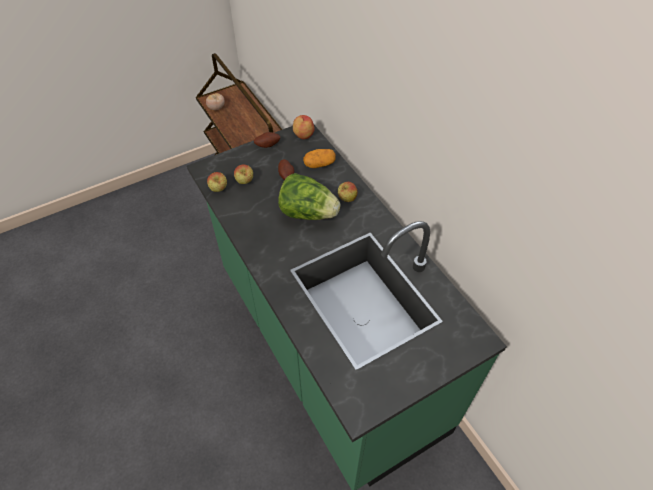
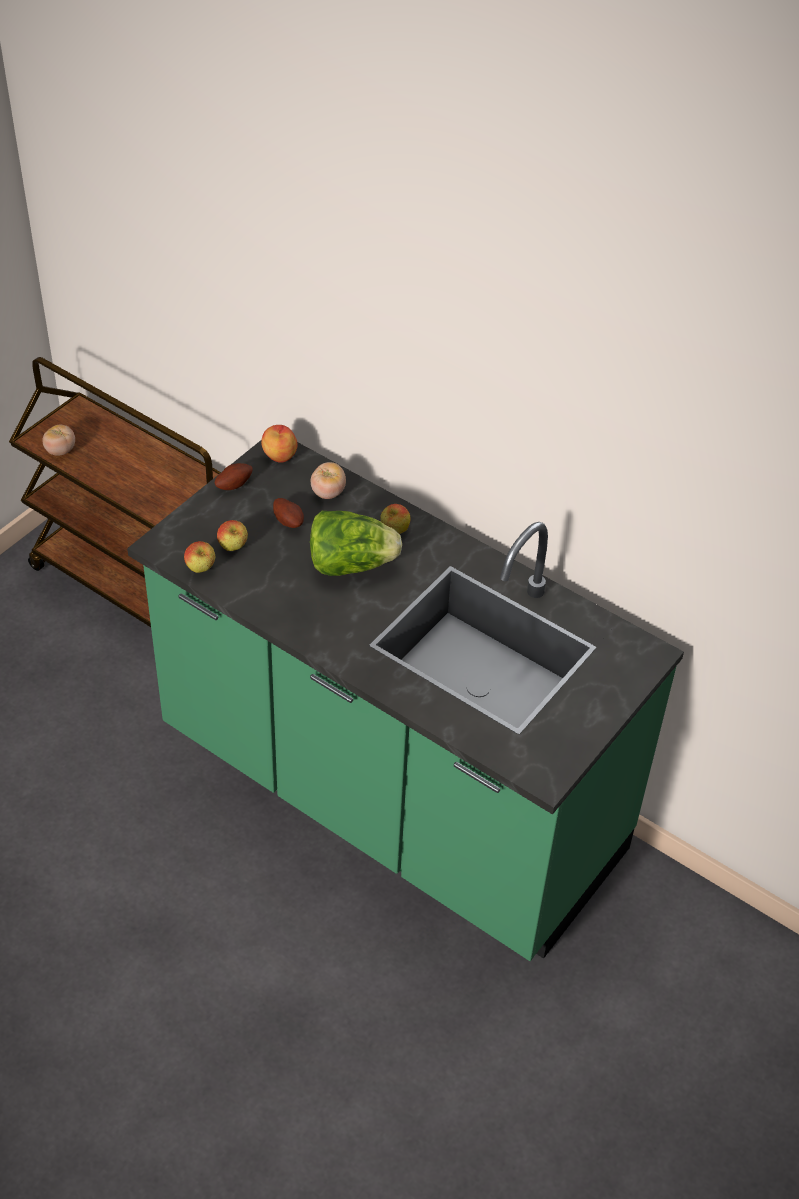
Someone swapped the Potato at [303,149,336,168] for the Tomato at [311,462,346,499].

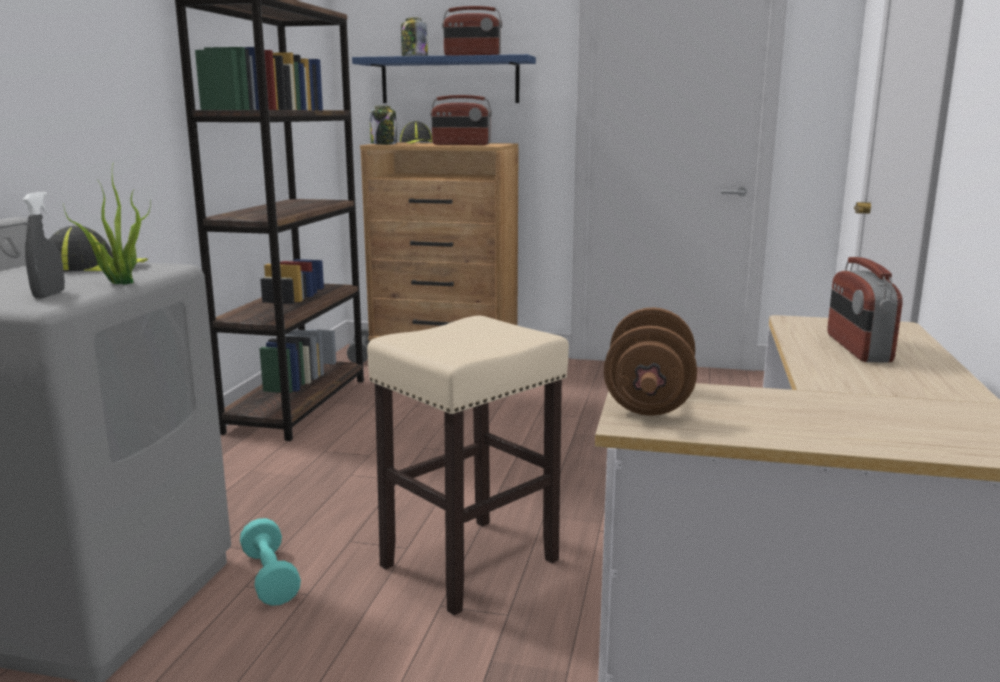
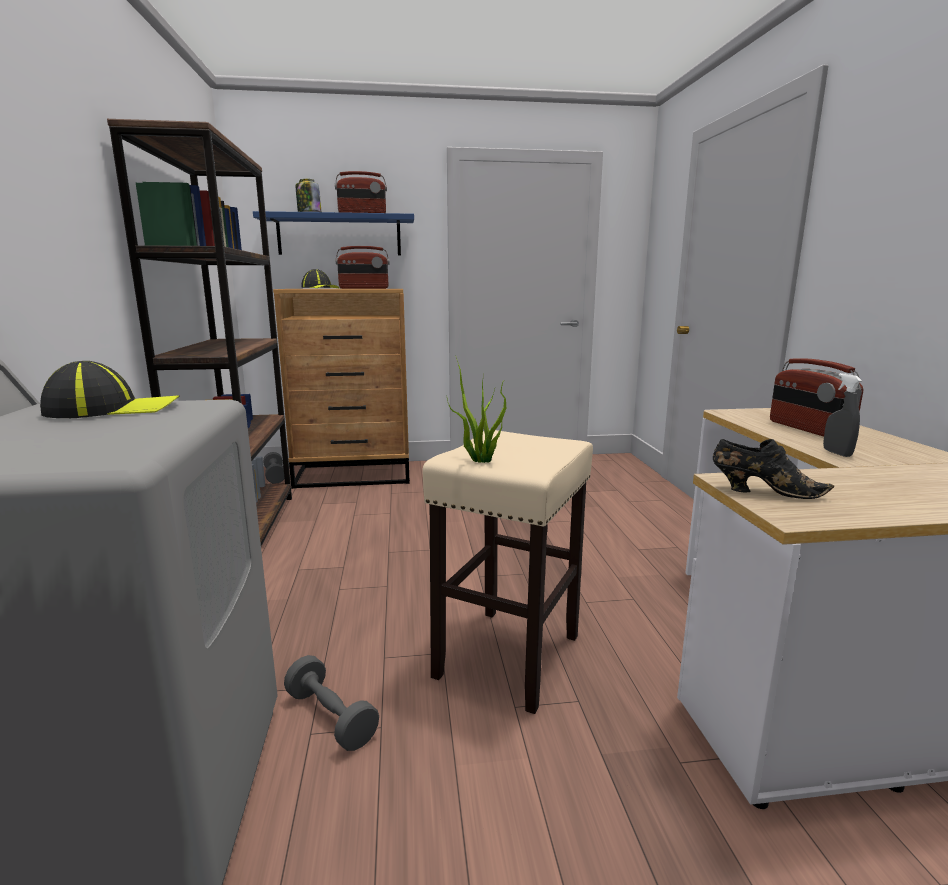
Someone carried the GreySprayBottle from [22,192,65,298] to [823,373,862,457]. Someone carried the PottedPlant from [63,165,151,285] to [447,358,506,463]. Someone repainted the TurquoiseDumbbell at [240,518,301,606], which became the GreyDumbbell at [284,655,379,751]. Someone took away the Jar at [370,105,397,145]. Someone swapped the BrownDumbbell at [604,307,697,416] for the BlackShoe at [713,439,834,499].

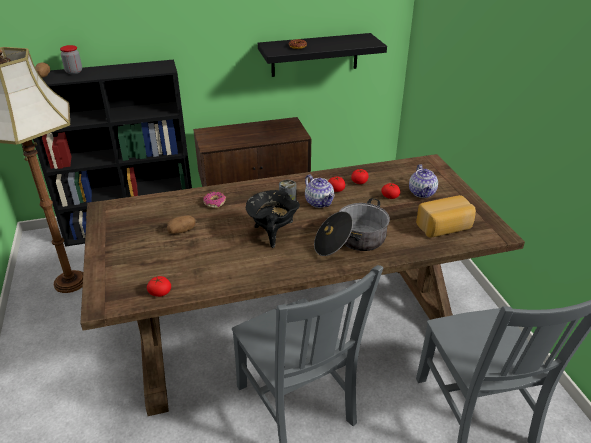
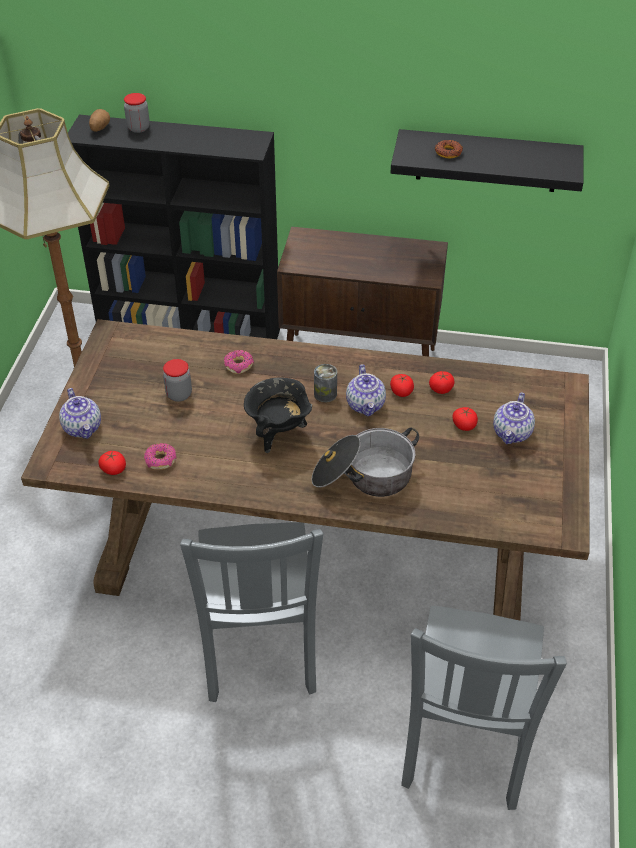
Someone swapped the Potato at [167,216,196,234] for the Jar at [163,359,192,402]. Someone took away the Bread at [416,195,476,237]. Someone put down the Teapot at [59,388,101,439]. Someone put down the Donut at [144,443,176,470].

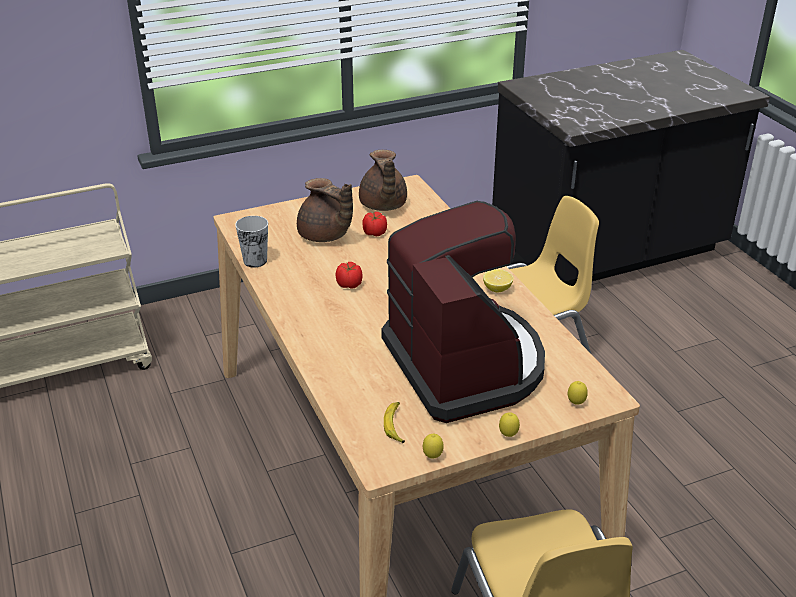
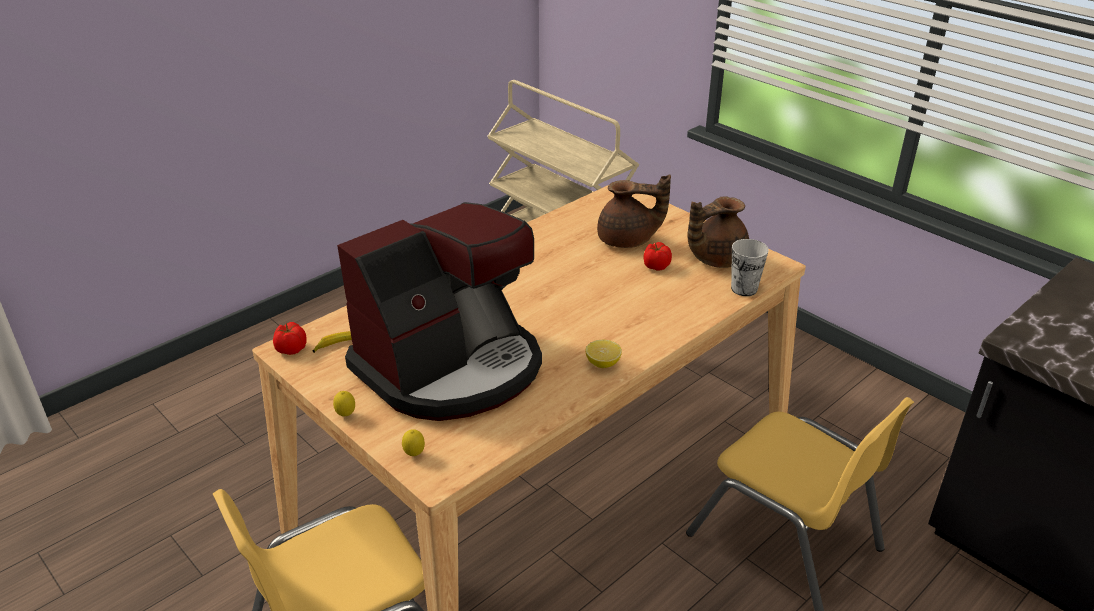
Someone carried the Cup from [235,216,268,268] to [731,239,769,296]. Someone rotated the BrownTeapot at [297,178,353,242] by 105 degrees counterclockwise. Someone carried the Tomato from [335,262,363,289] to [273,322,307,355]. Someone took away the Lemon at [423,434,444,459].

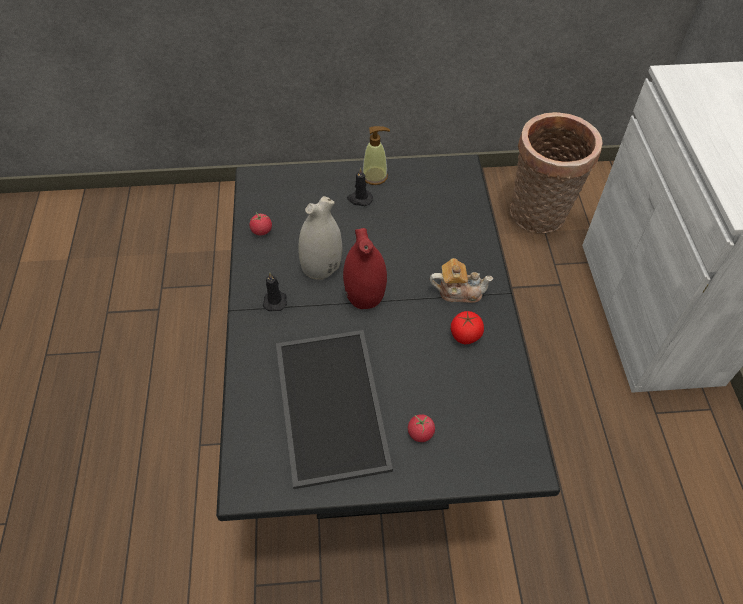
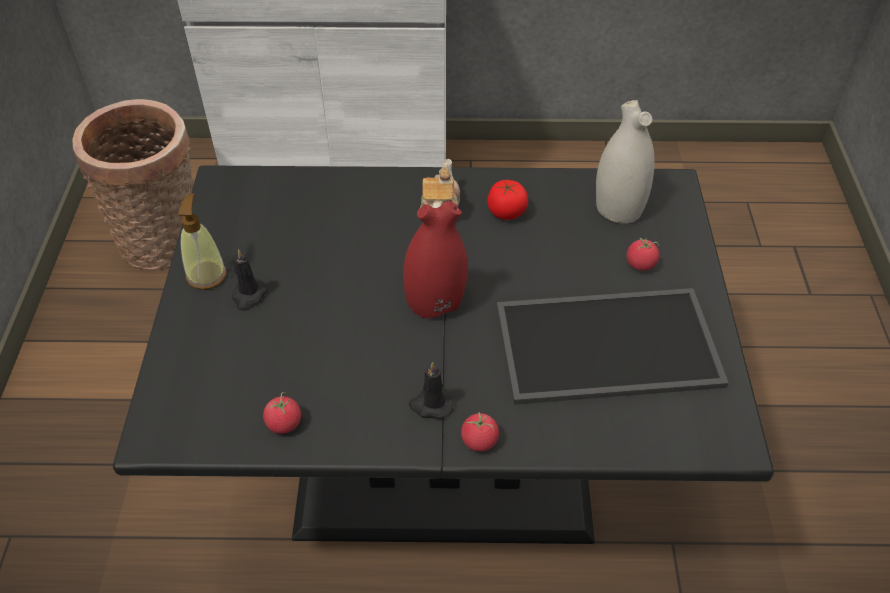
Someone carried the WhiteVase from [298,196,342,280] to [596,100,655,224]. Someone put down the Tomato at [461,412,499,451].

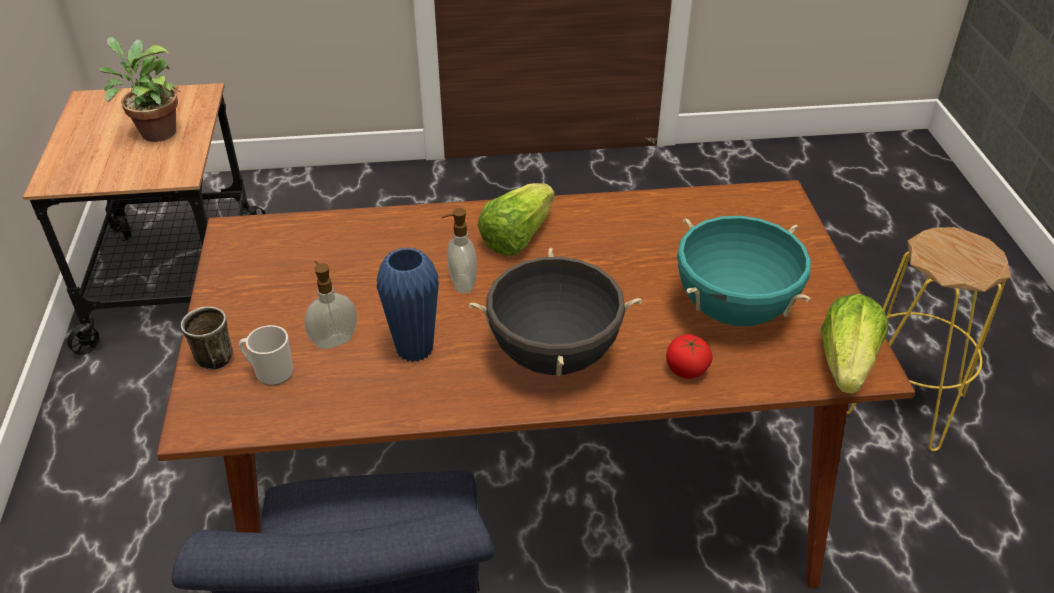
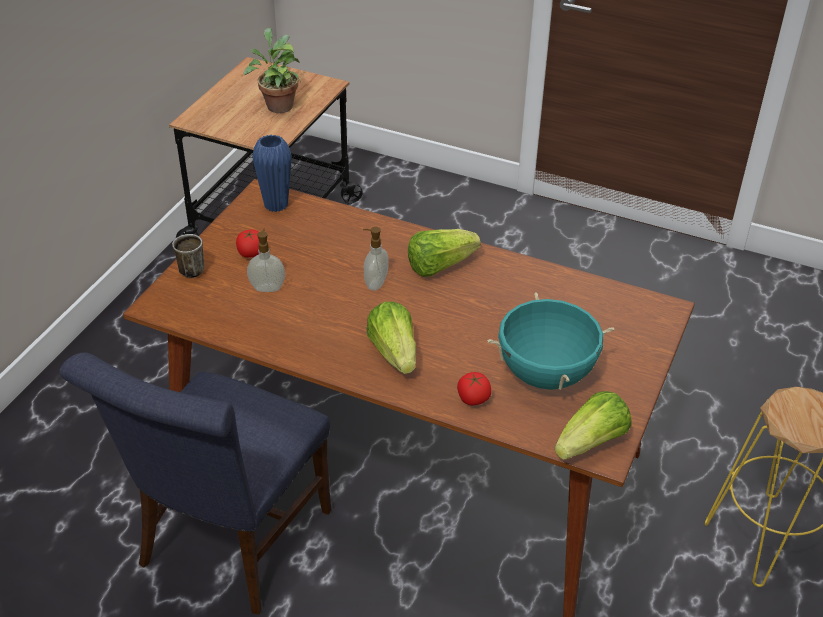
Someone took away the Mug at [239,325,293,386]. Someone carried the BlueVase from [377,247,439,362] to [252,135,292,212]. Someone swapped the BlackCookingPot at [469,248,642,377] for the Lettuce at [367,302,416,374]. Someone put down the Tomato at [236,230,259,258].

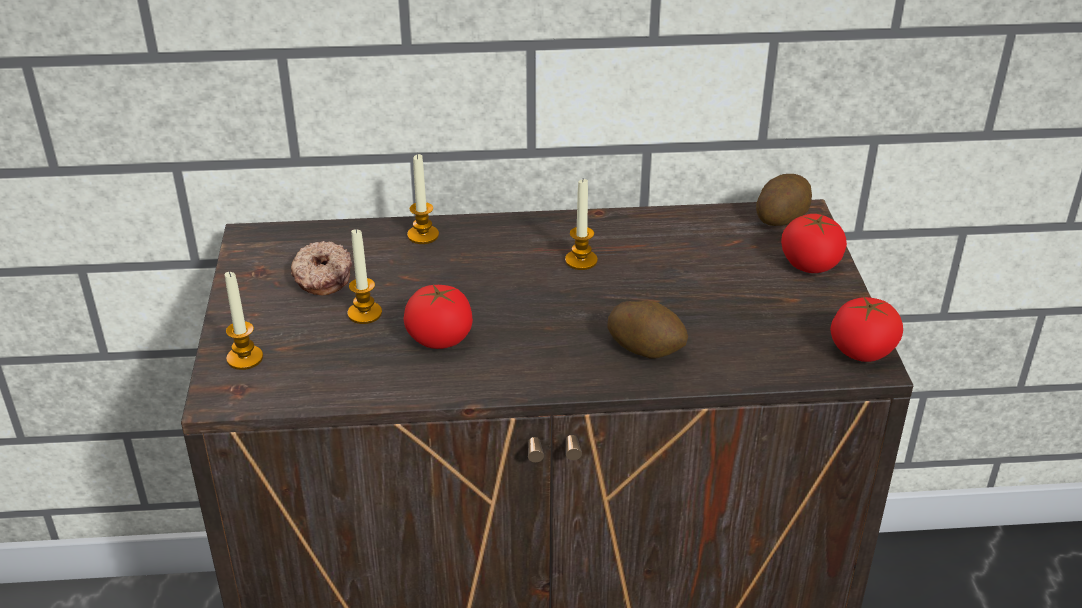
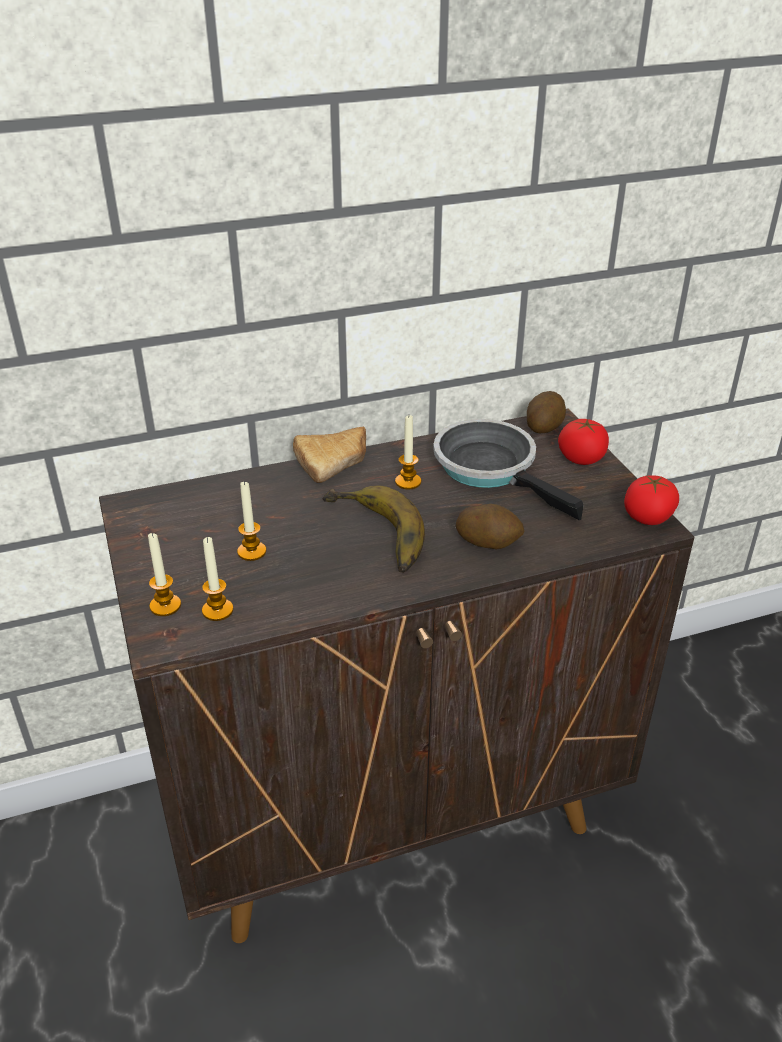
Someone took away the Donut at [291,241,352,296]. Someone took away the Tomato at [403,285,473,349]. Someone carried the Candle from [407,154,439,244] to [202,537,234,621]. Someone put down the Bread at [293,427,366,483]. Someone put down the Banana at [322,485,425,573]. Someone put down the FryingPan at [433,419,584,521].

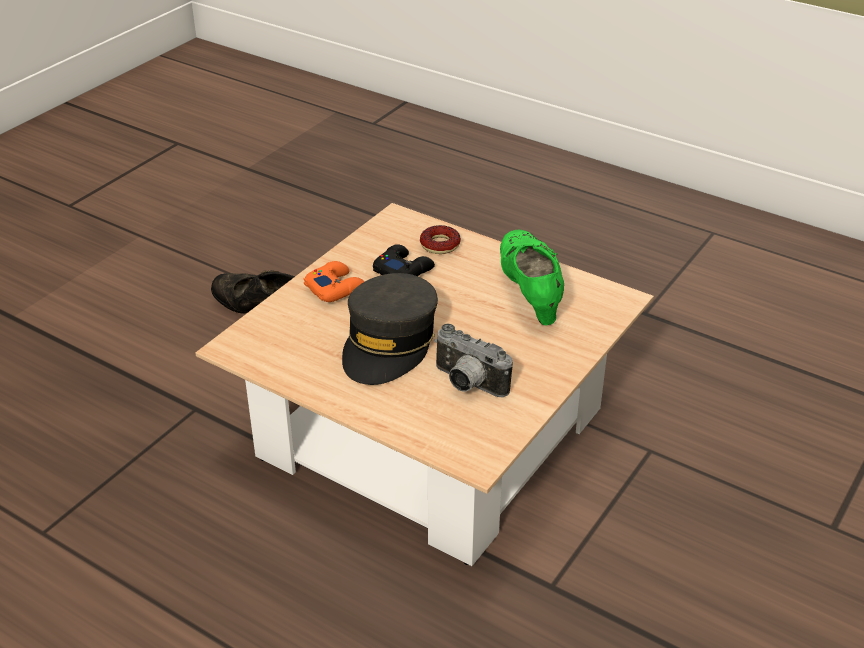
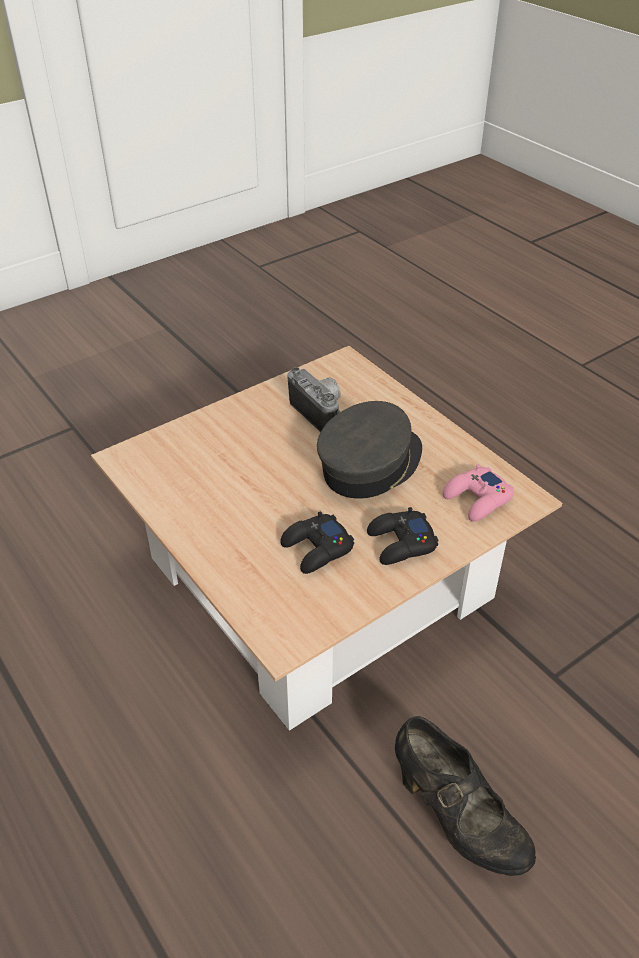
Someone repainted the OrangeGameController at [304,261,365,302], which became the BlackGameController at [367,507,438,565]. Someone took away the Donut at [420,225,461,254]. Someone took away the GreenShoe at [500,230,564,326]. Someone put down the PinkGameController at [443,464,514,522].

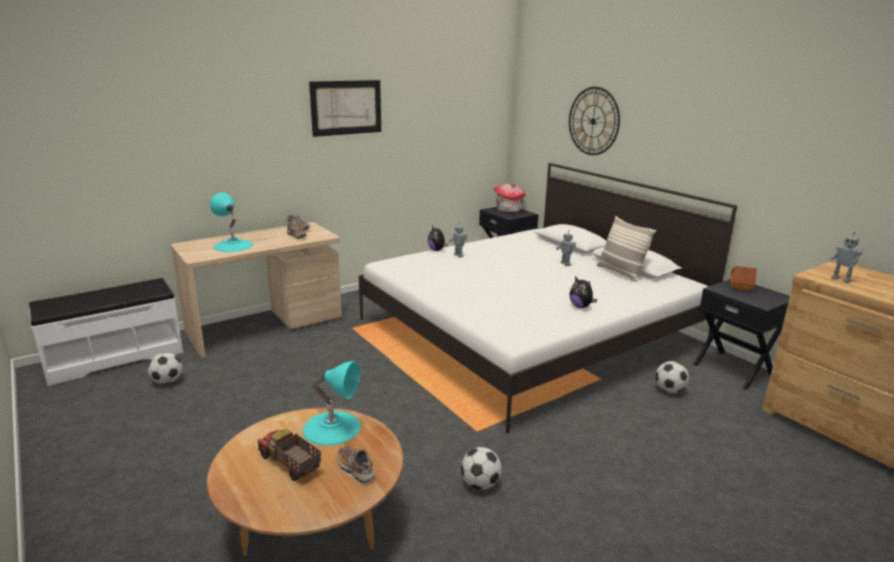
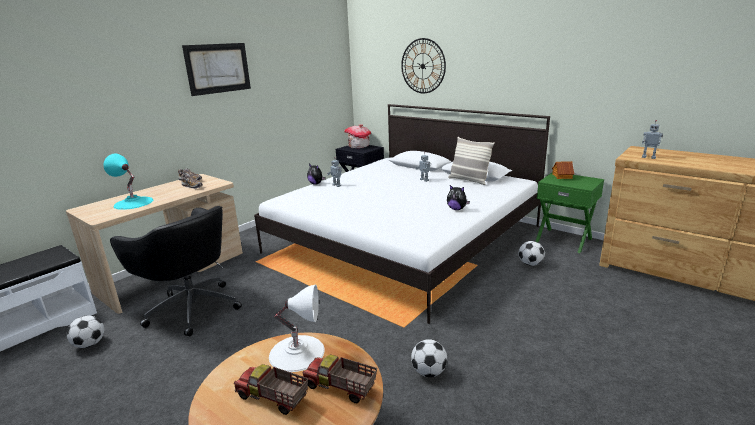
Someone repainted the TurquoiseTableLamp at [303,361,361,446], which became the WhiteTableLamp at [269,285,325,372]. Someone swapped the Shoe at [337,446,375,484] for the ToyTruck at [302,355,377,403]. Someone repainted the BlackNightstand at [693,279,790,390], which became the GreenNightstand at [535,172,604,253]. Someone put down the BlackOfficeChair at [110,206,242,336].

